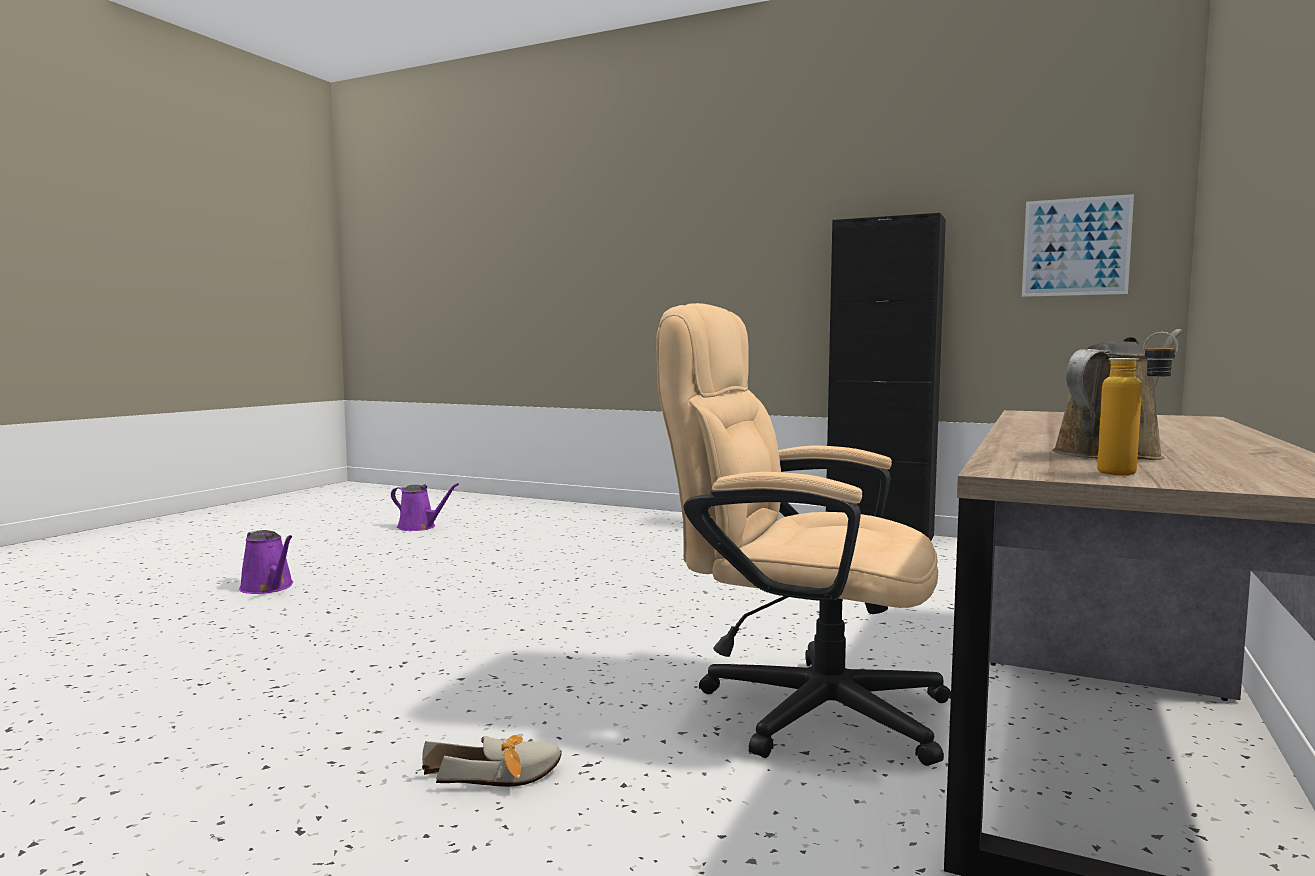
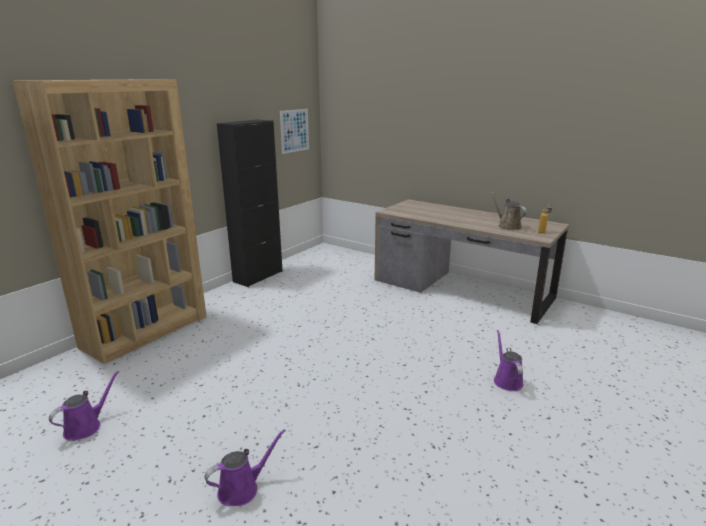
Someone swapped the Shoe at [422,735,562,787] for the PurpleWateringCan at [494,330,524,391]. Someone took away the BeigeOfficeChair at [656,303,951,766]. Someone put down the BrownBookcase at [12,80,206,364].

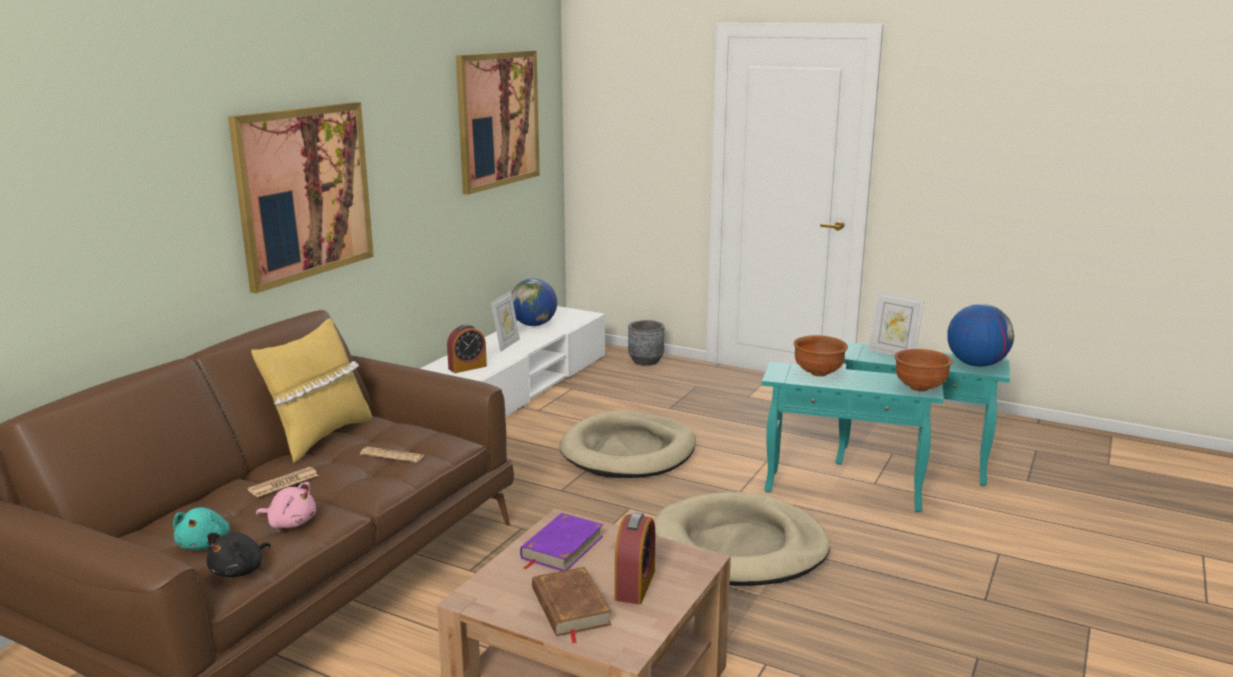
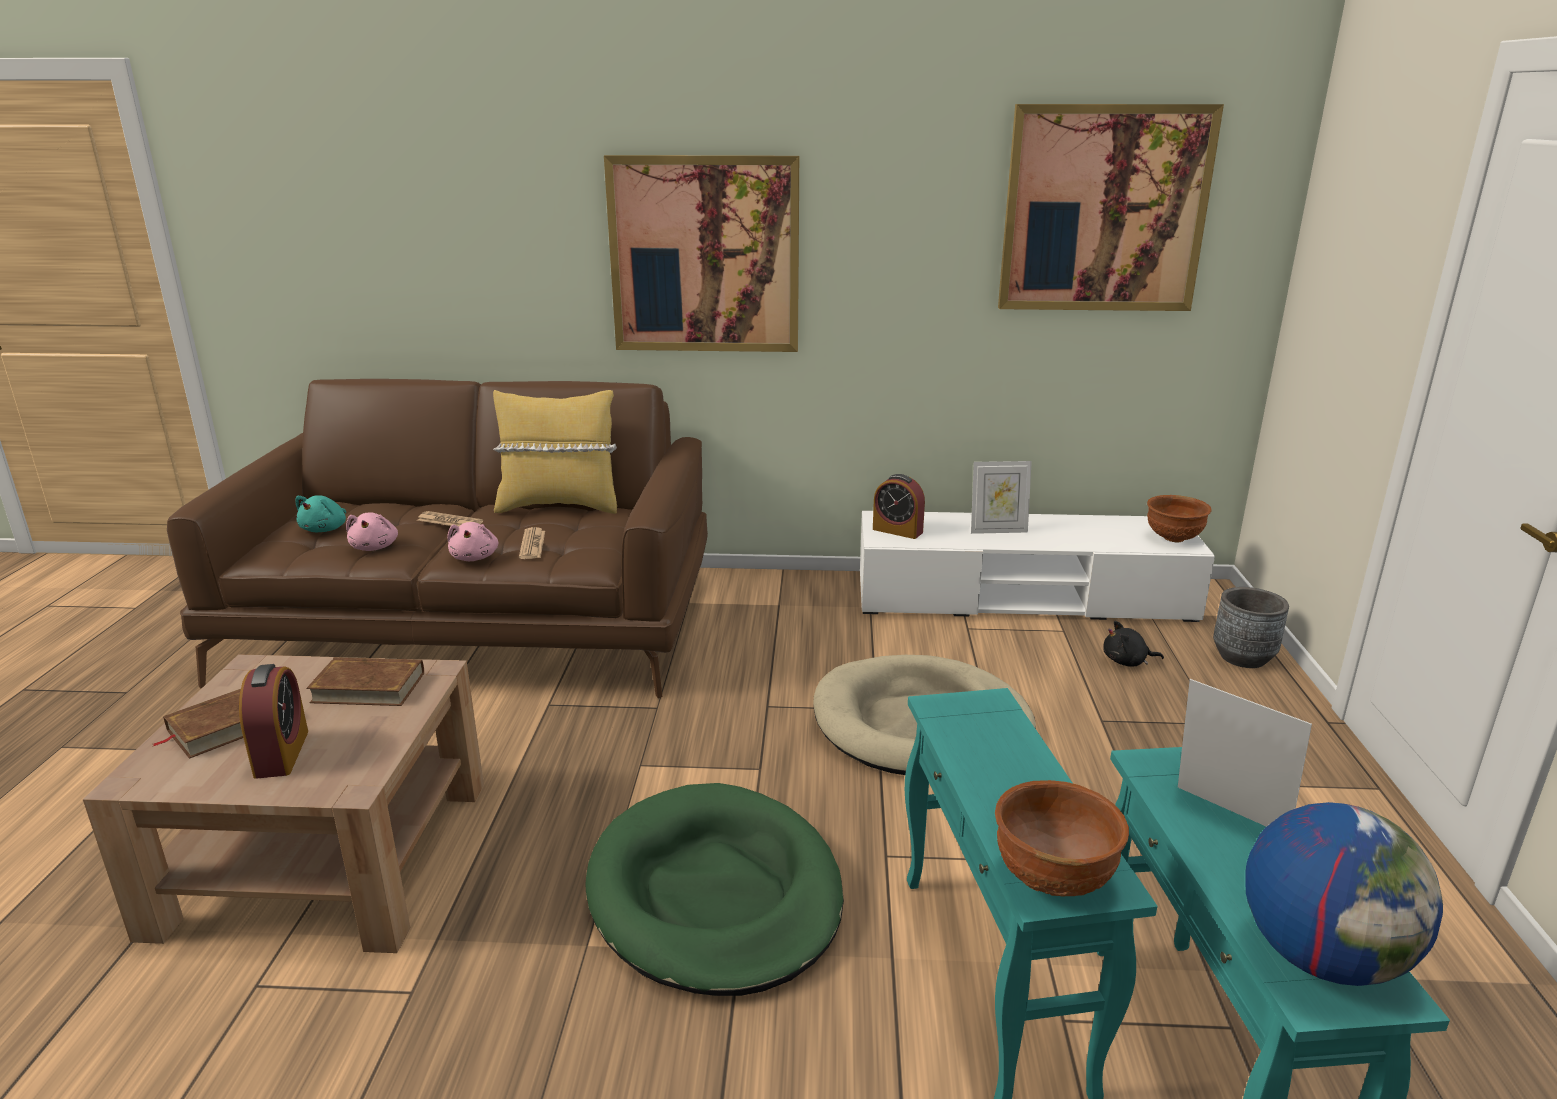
Someone rotated the TurquoisePlushToy at [173,507,230,550] by 45 degrees counterclockwise. Someone carried the BlackPlushToy from [206,532,271,577] to [1103,621,1164,667]. Someone took away the Globe at [511,278,557,326]. Someone repainted the PurpleBook at [520,513,603,571], which became the BrownBook at [306,657,424,706]. Someone rotated the AlarmClock at [615,512,655,604] by 90 degrees counterclockwise. Someone repainted the BeigeDogBed at [654,492,830,586], which became the GreenDogBed at [585,783,844,996]. Someone carried the BrownBowl from [794,335,848,376] to [1147,495,1212,543]. Someone rotated the PictureFrame at [868,291,925,356] by 120 degrees clockwise. Someone put down the PinkPlushToy at [447,522,498,561].

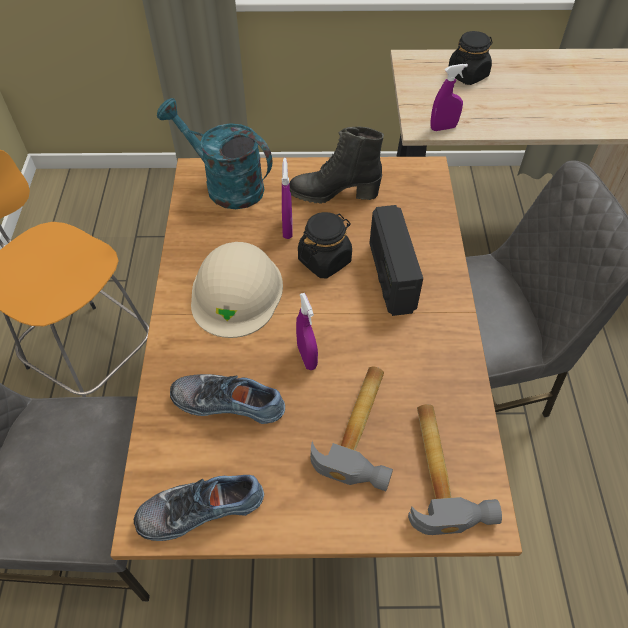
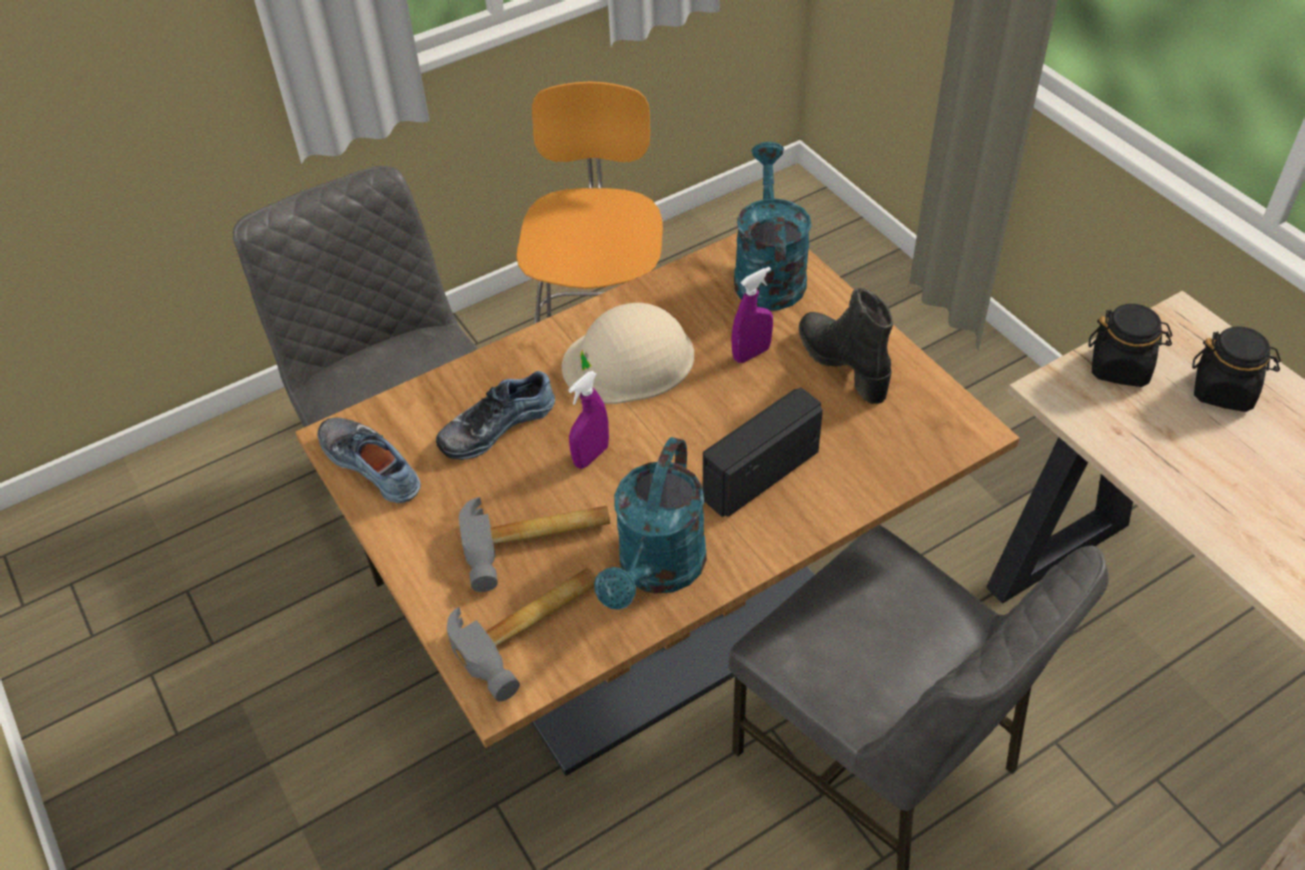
Someone rotated the Shoe at [170,374,285,424] by 105 degrees counterclockwise. Someone carried the BlackJar from [298,212,352,279] to [1088,304,1172,387]. Someone took away the PurpleSprayBottle at [430,64,468,131]. Someone put down the TurquoiseWateringCan at [594,437,707,610].

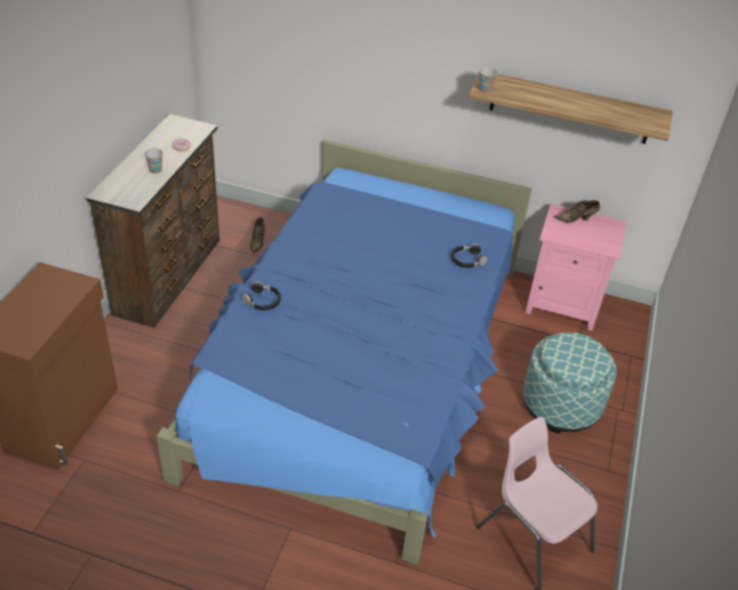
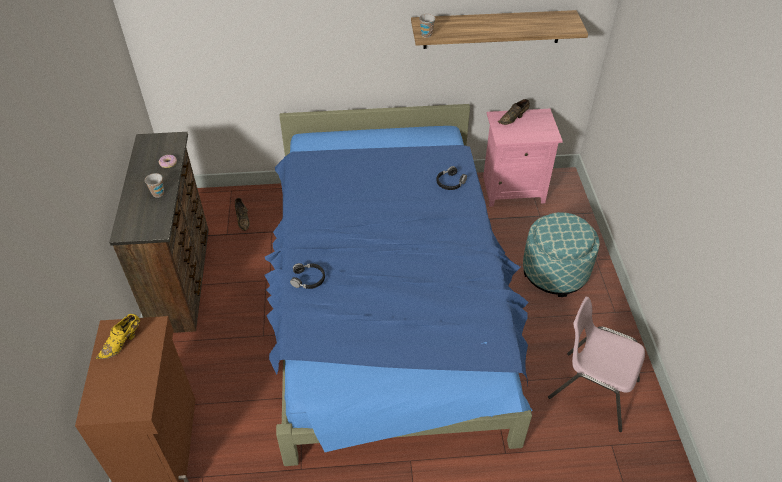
Someone put down the YellowShoe at [95,314,140,359].

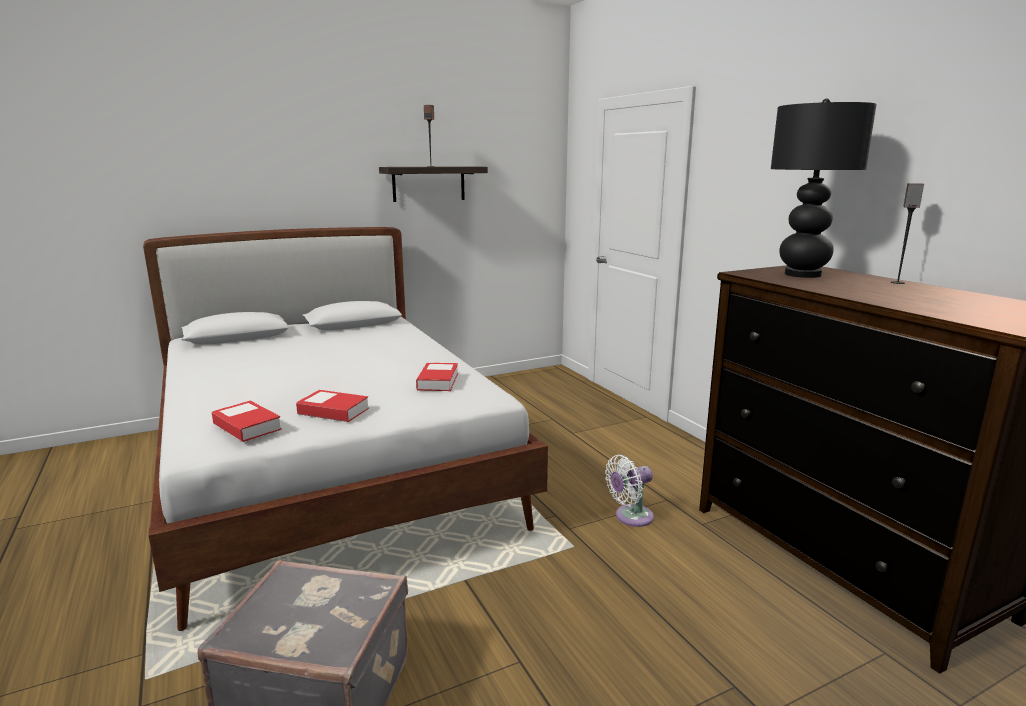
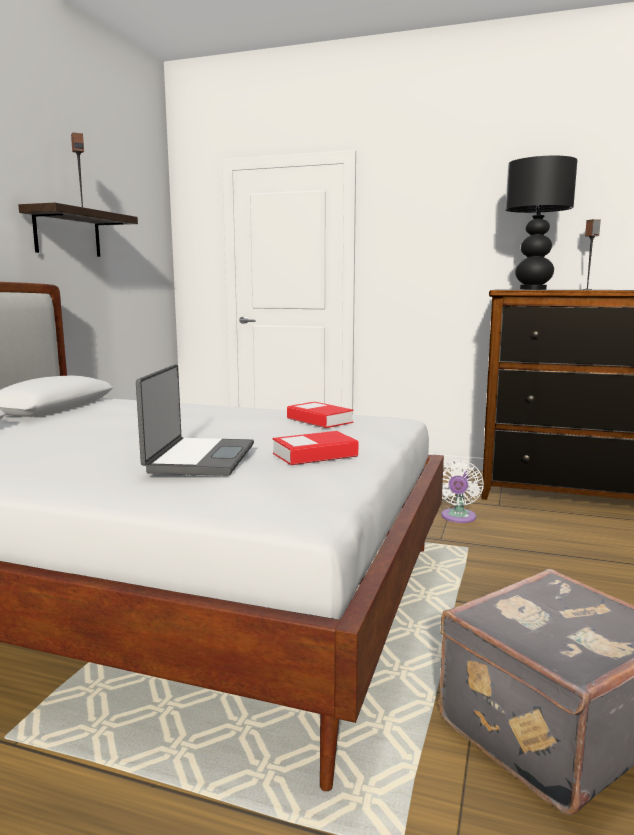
Someone took away the Book at [212,401,282,442]. Someone put down the Laptop at [136,364,254,476].

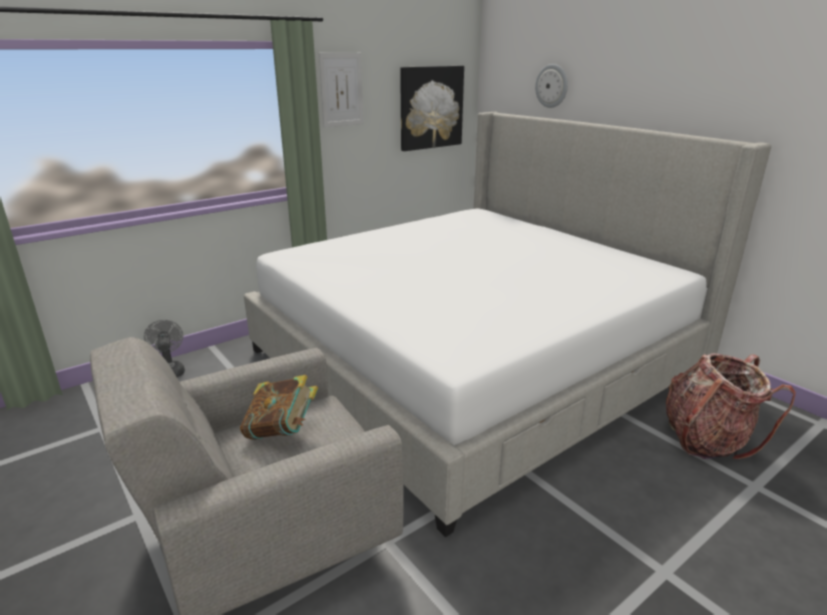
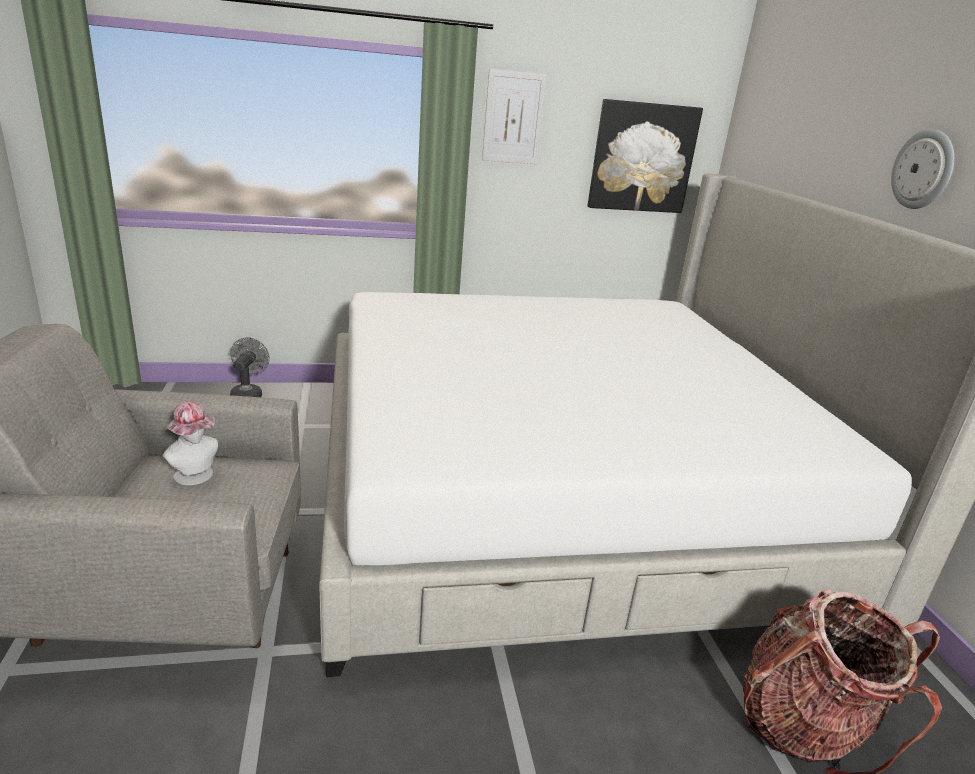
Someone swapped the Book at [240,375,318,440] for the Hat at [162,401,218,485]. Someone carried the WallClock from [535,64,568,108] to [891,129,954,209].

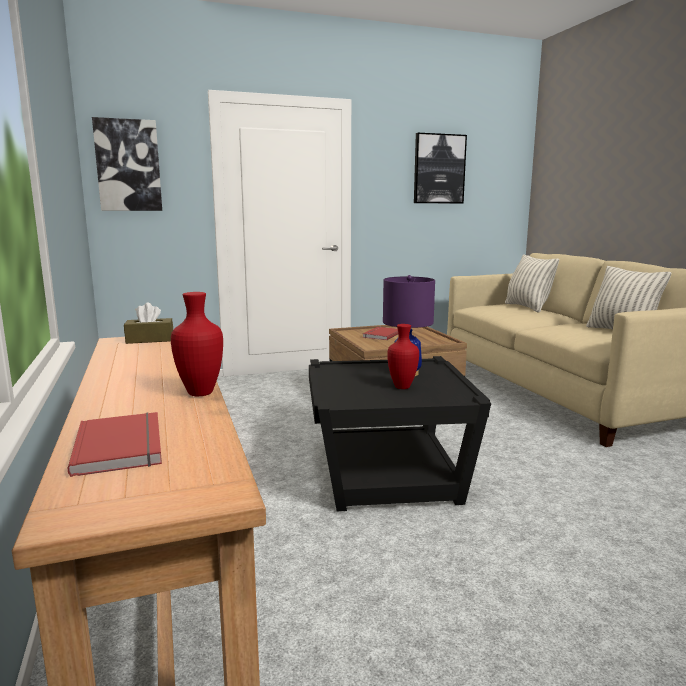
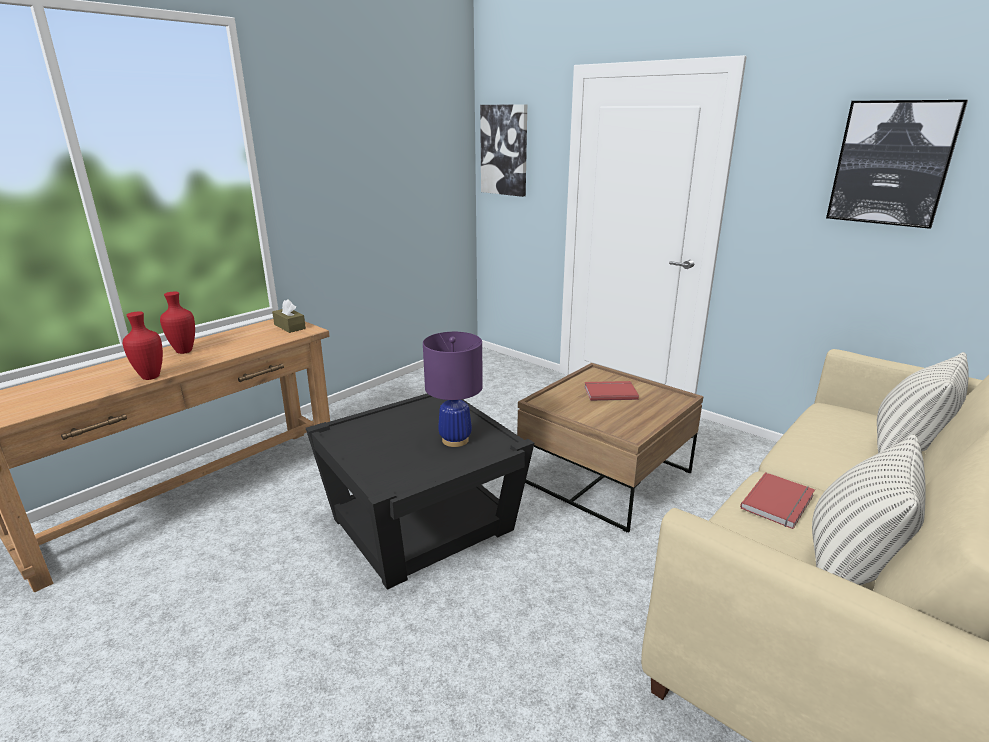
Someone carried the RedBook from [68,412,162,477] to [740,472,815,529]. Someone carried the RedVase from [387,324,419,389] to [160,292,195,354].

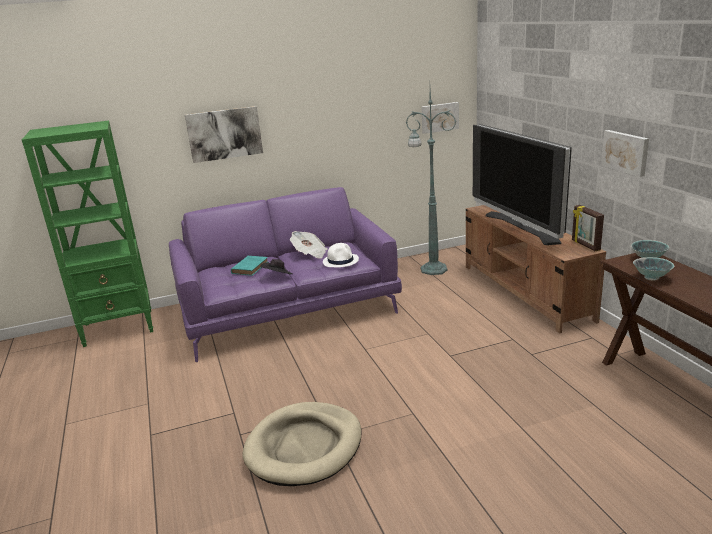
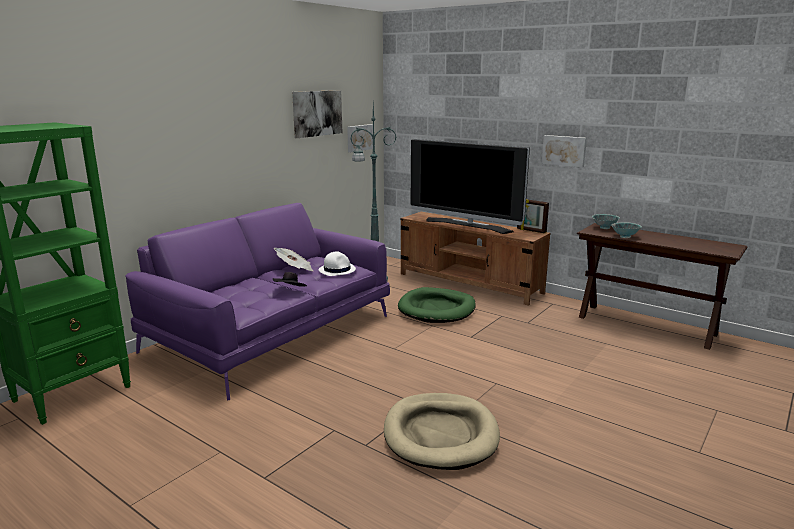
Someone carried the Picture from [185,106,263,163] to [292,90,342,138]. Someone took away the TurquoiseBook at [231,256,268,276]. Someone put down the GreenDogBed at [398,287,476,323].

